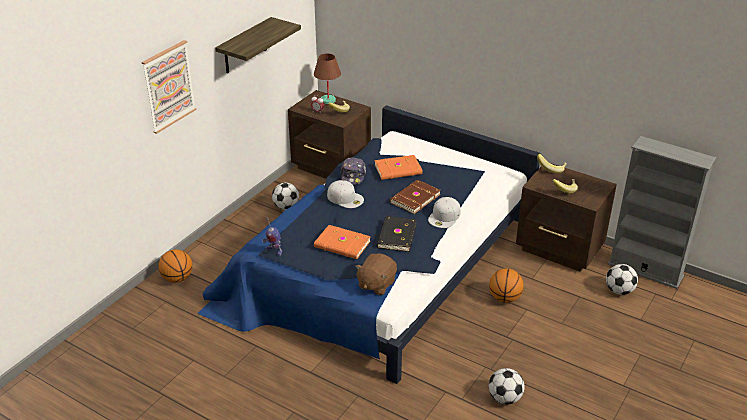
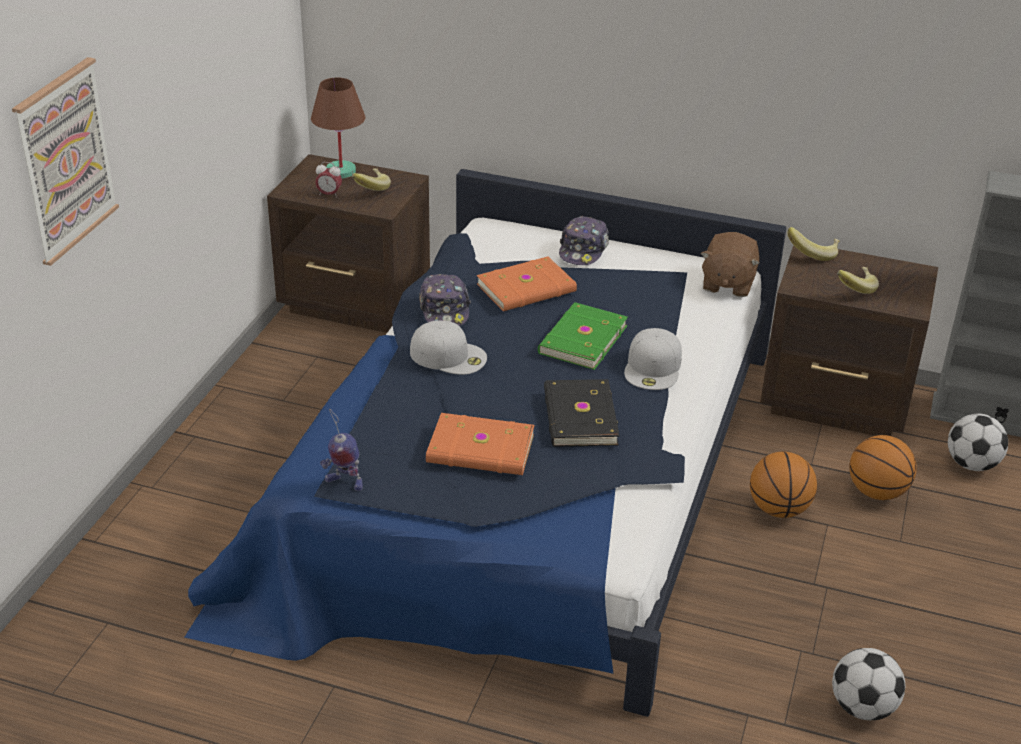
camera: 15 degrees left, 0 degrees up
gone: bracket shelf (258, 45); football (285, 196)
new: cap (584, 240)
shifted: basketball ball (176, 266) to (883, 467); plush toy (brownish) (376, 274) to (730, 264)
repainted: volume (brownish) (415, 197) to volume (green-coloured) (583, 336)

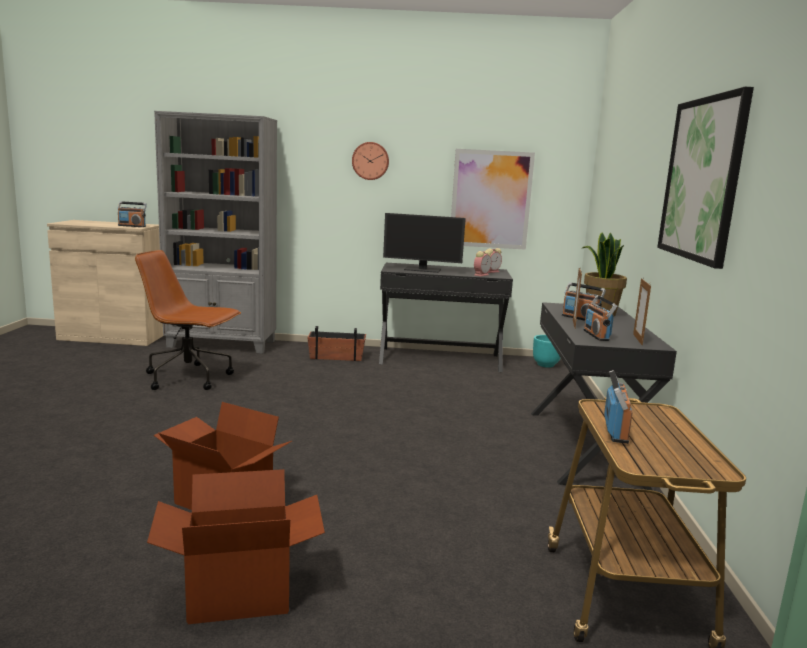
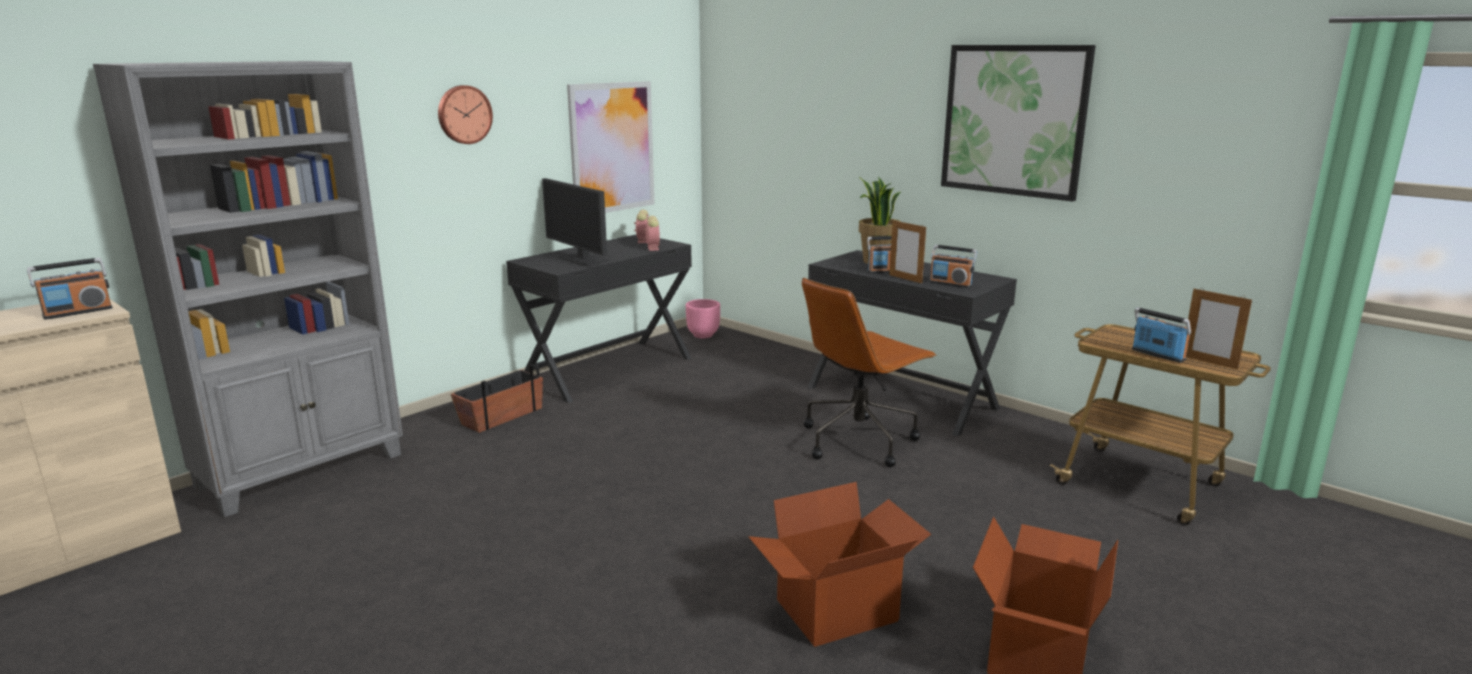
camera: 50 degrees left, 5 degrees up
shifted: office chair (brownish) (188, 320) to (869, 372); standing frame (642, 311) to (1219, 329)
repainted: planter (turquoise-coloured) (547, 351) to planter (pinkish) (703, 318)
rotated: computer screen (424, 243) = (575, 222) 90 degrees clockwise

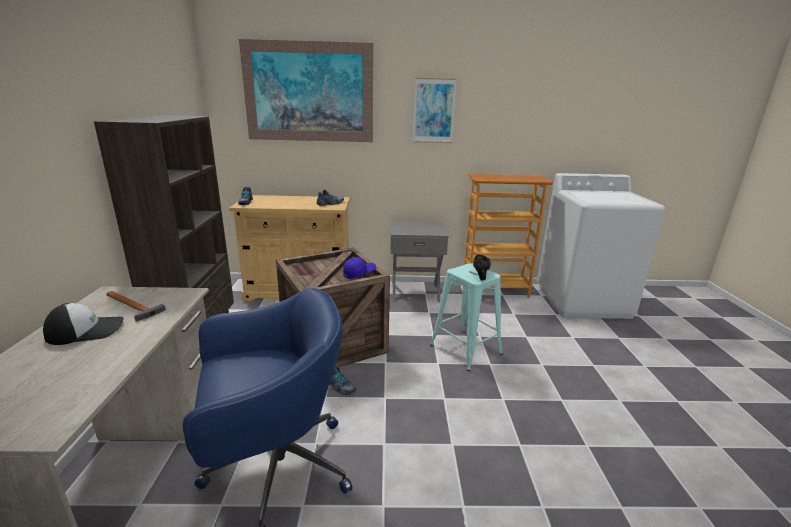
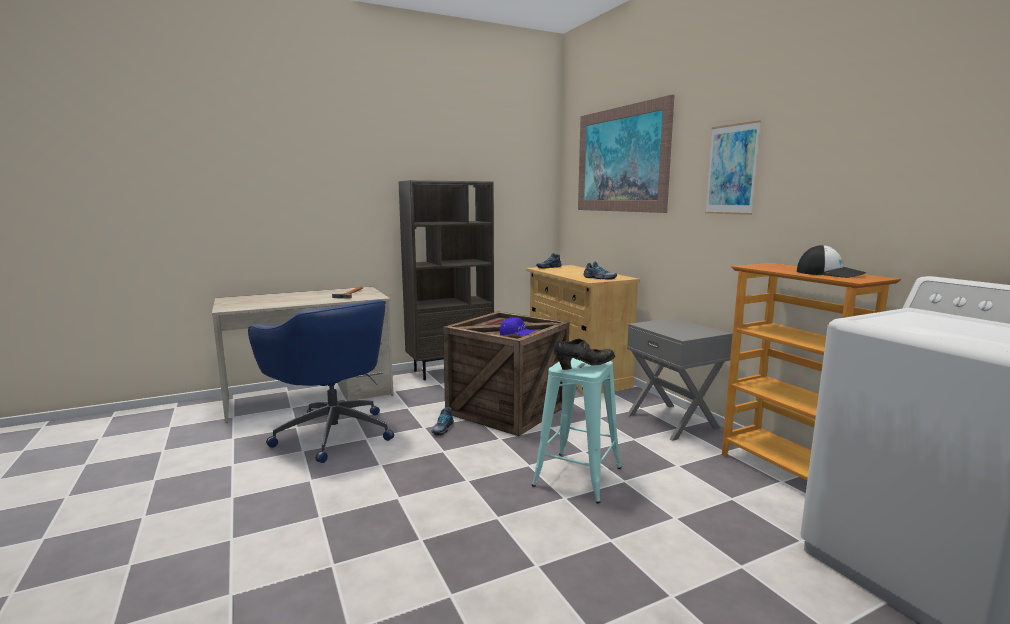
camera: 65 degrees right, 10 degrees down
shifted: cap (83, 324) to (831, 261)

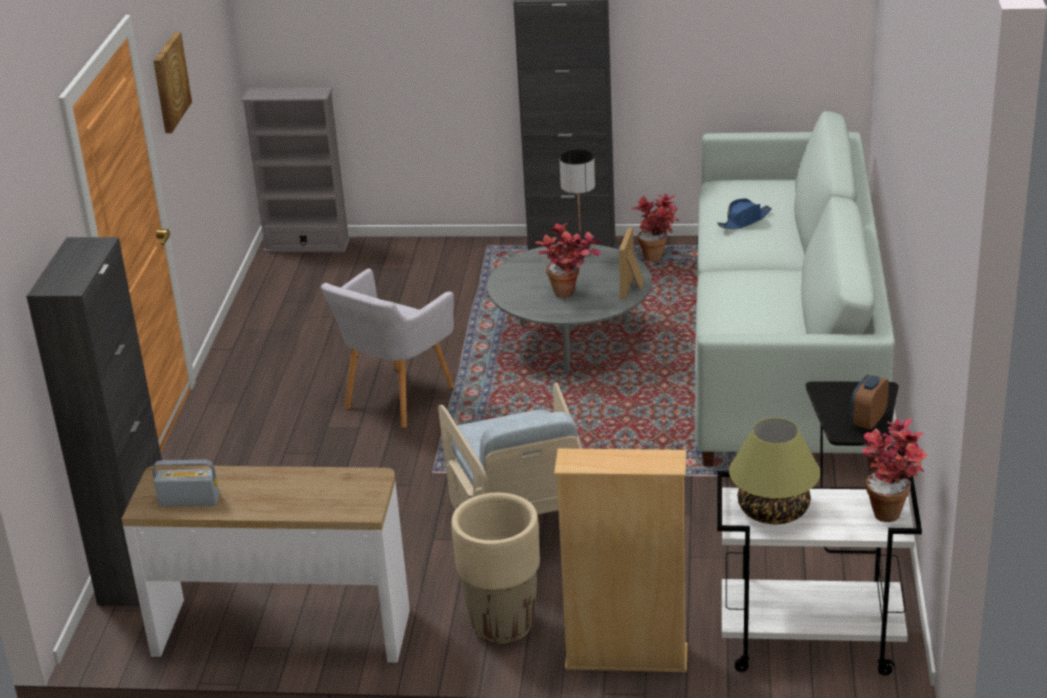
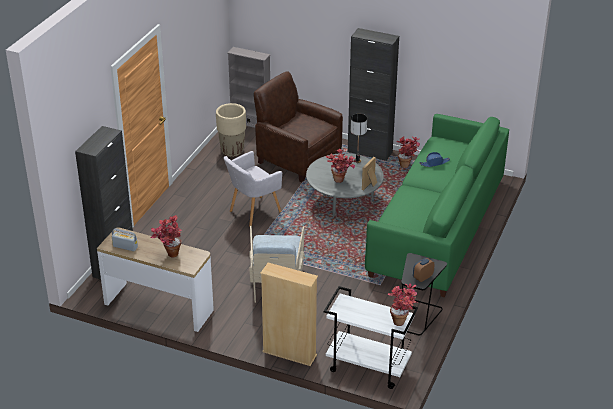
camera: 15 degrees right, 5 degrees up
gone: picture (172, 82); table lamp (774, 471)
new: houseplant (166, 236); easy chair (brownish) (298, 126)
shifted: planter (beige-coloured) (495, 568) to (231, 130)
repainted: sofa (whitish) (794, 290) to sofa (green-coloured) (437, 205)

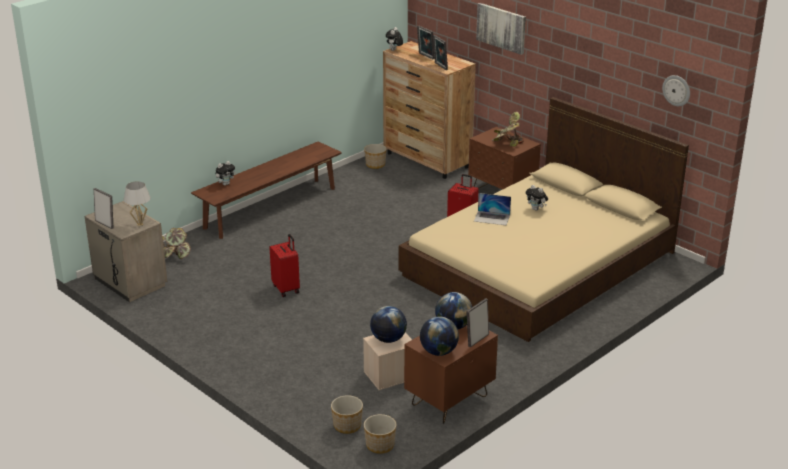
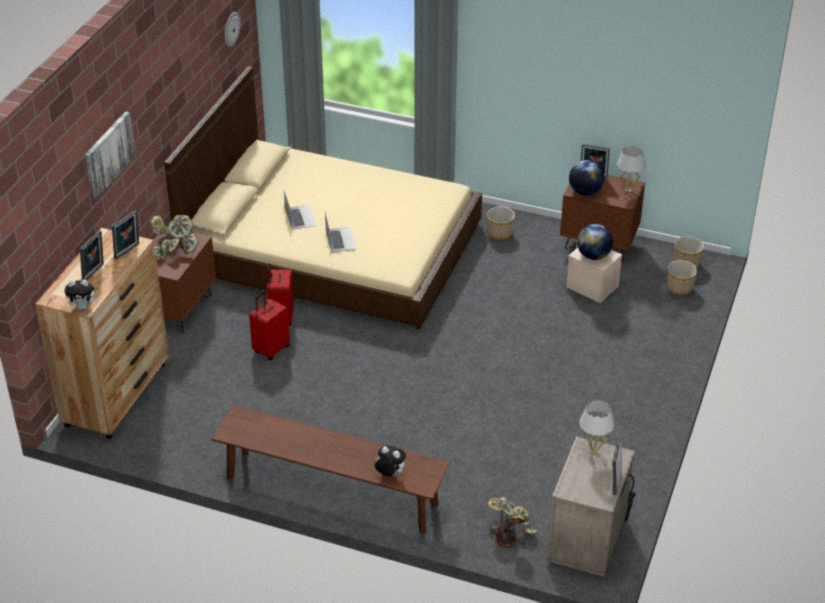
camera: 115 degrees left, 10 degrees up
shifted: piece of luggage (reddish) (284, 265) to (269, 326); planter (375, 156) to (501, 223)
swapped: world globe (439, 336) to table lamp (whitish) (631, 169); plush toy (537, 198) to notebook computer (300, 210)

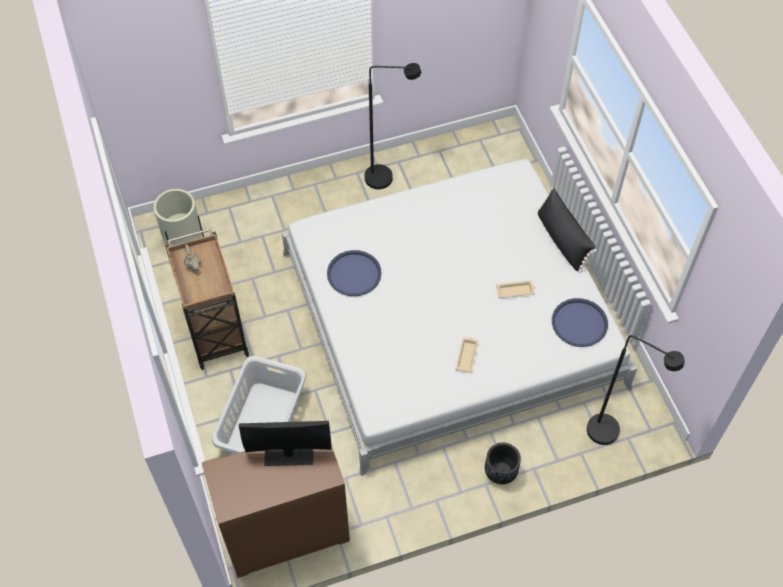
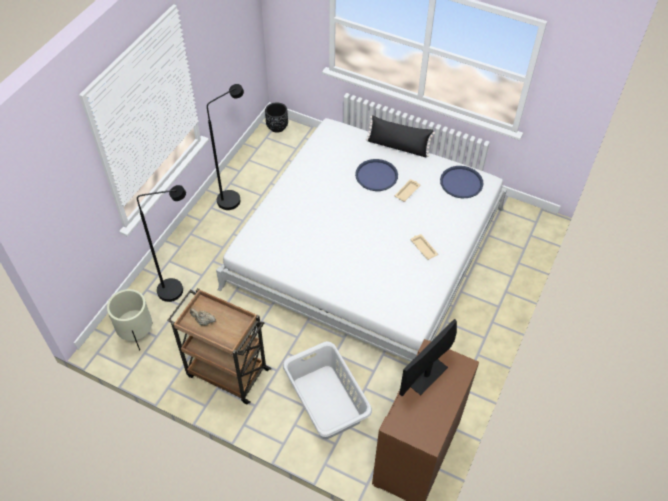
camera: 45 degrees left, 5 degrees down
shifted: serving tray (blue-coloured) (354, 273) to (376, 175); planter (blackish) (503, 463) to (276, 118); standing lamp (blackish) (636, 390) to (161, 243)

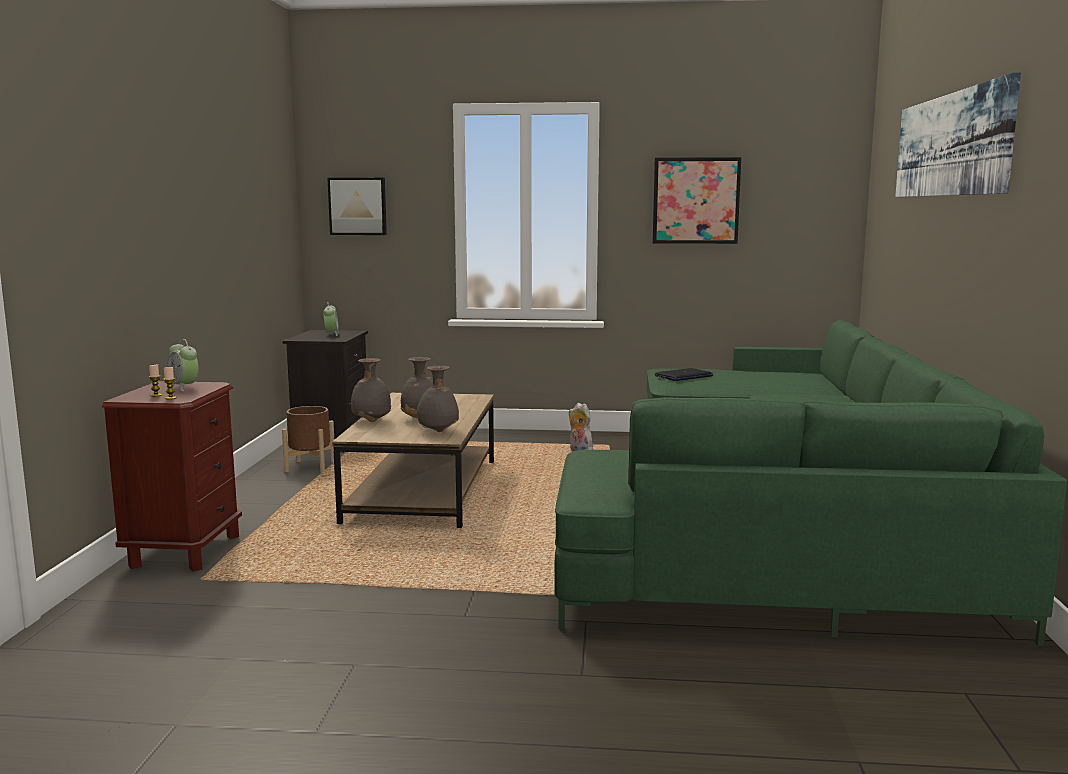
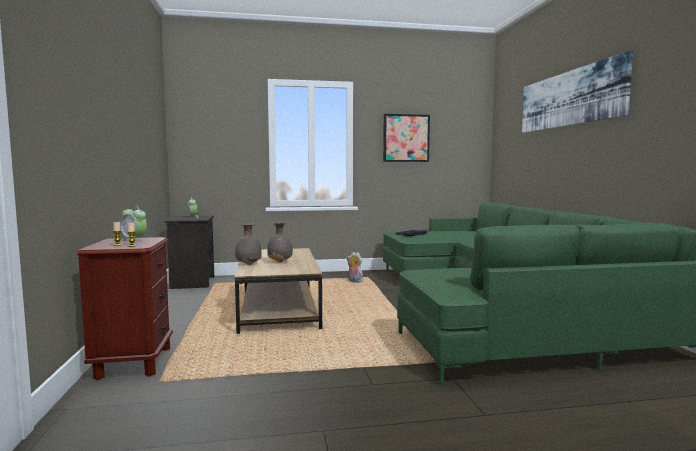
camera: 15 degrees left, 5 degrees down
gone: planter (brownish) (308, 439); picture (357, 206); flower vase (greyish) (438, 399)

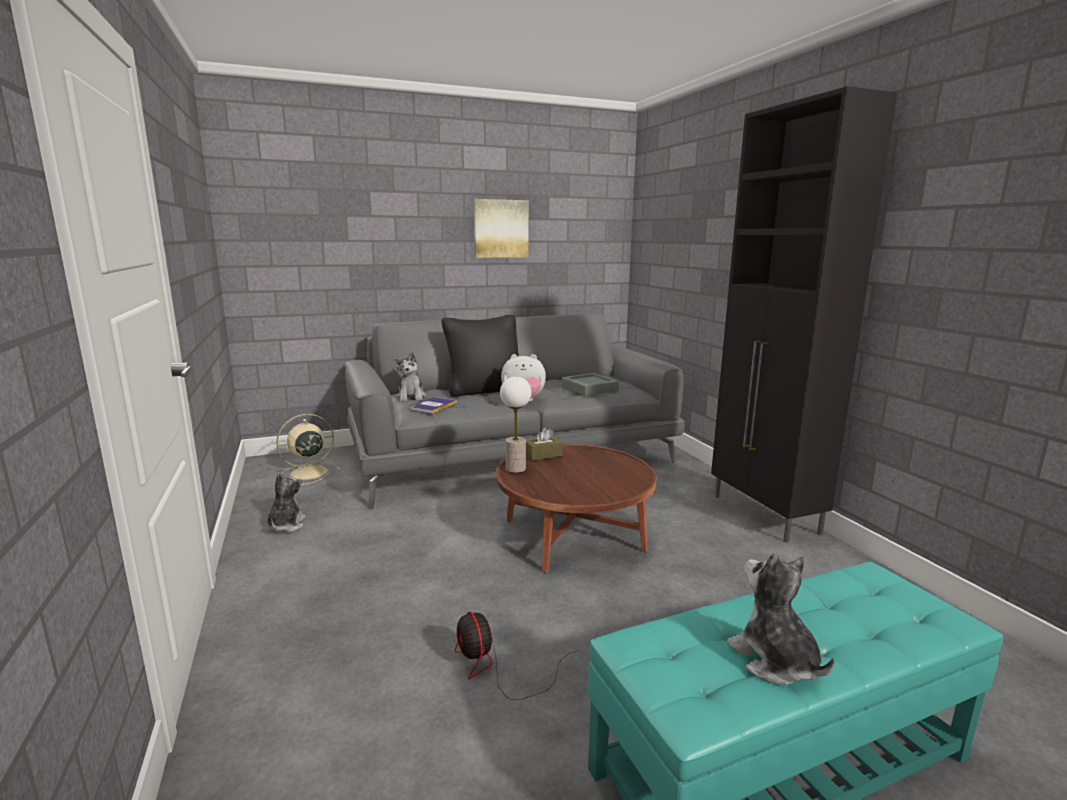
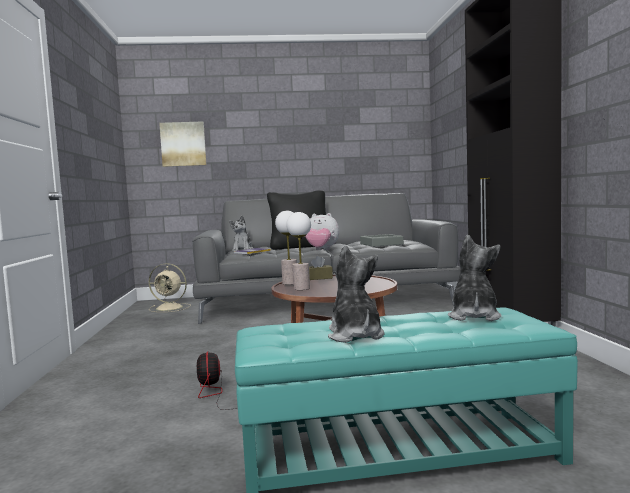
camera: 15 degrees right, 10 degrees down
new: table lamp (298, 251)
shifted: plush toy (285, 502) to (475, 278); picture (501, 228) to (182, 144)
rotated: electric fan (beige-coloured) (308, 449) = (170, 287) 150 degrees counterclockwise

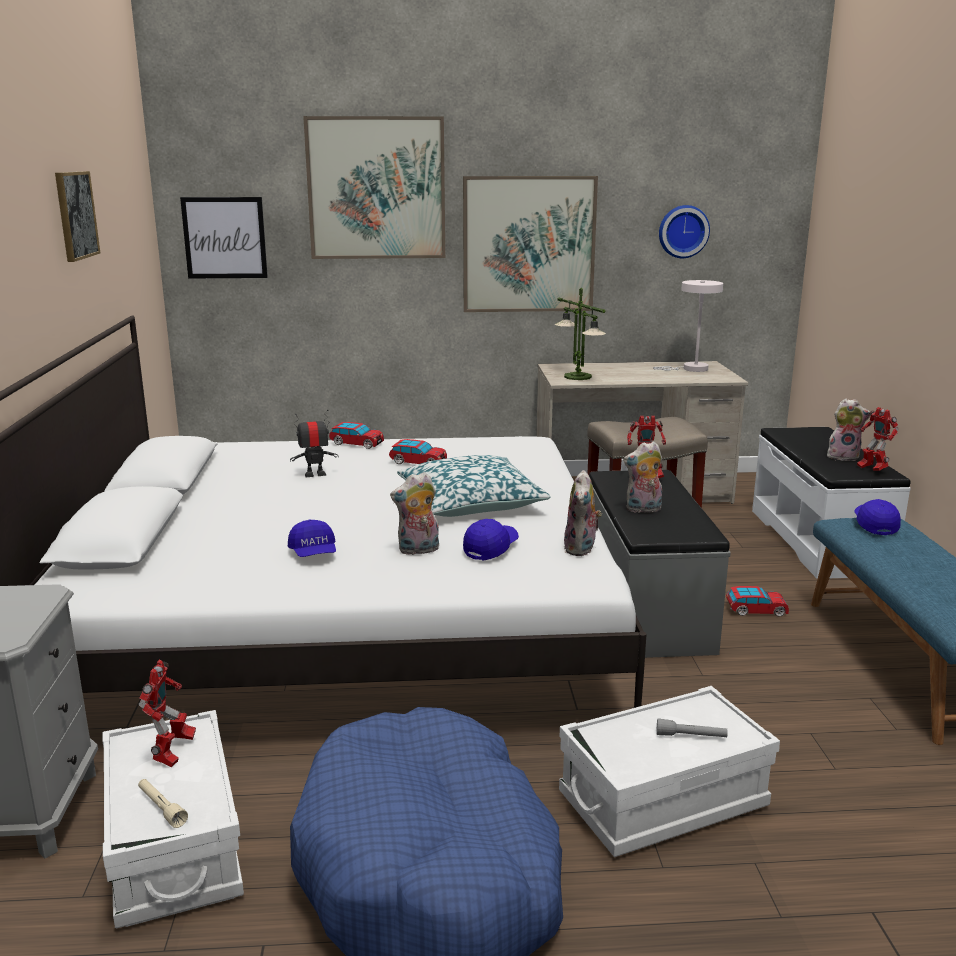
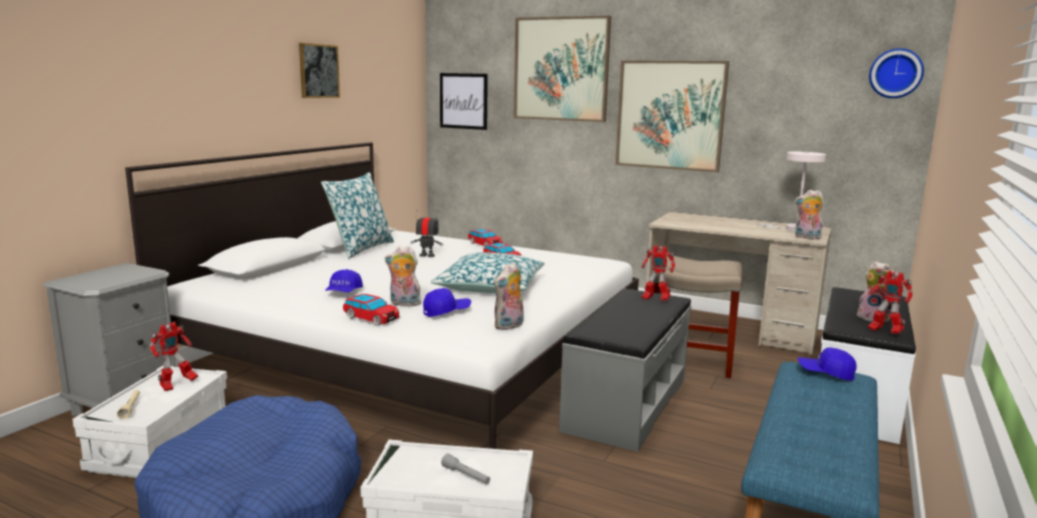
camera: 30 degrees right, 5 degrees down
gone: table lamp (580, 334)
new: throw pillow (357, 215)
shifted: plush toy (642, 477) to (809, 214); clock on the wall (684, 231) to (896, 73); miniature car (757, 601) to (371, 310)
rotated: cap (blue-coloured) (877, 517) = (827, 364) 105 degrees counterclockwise; robot figure (878, 439) = (890, 302) 45 degrees counterclockwise

